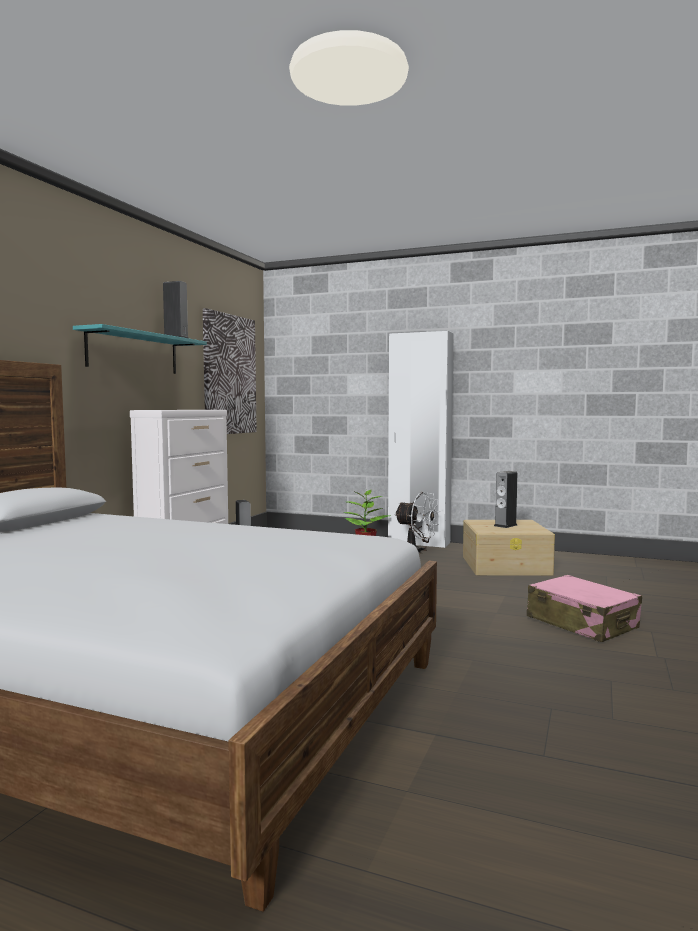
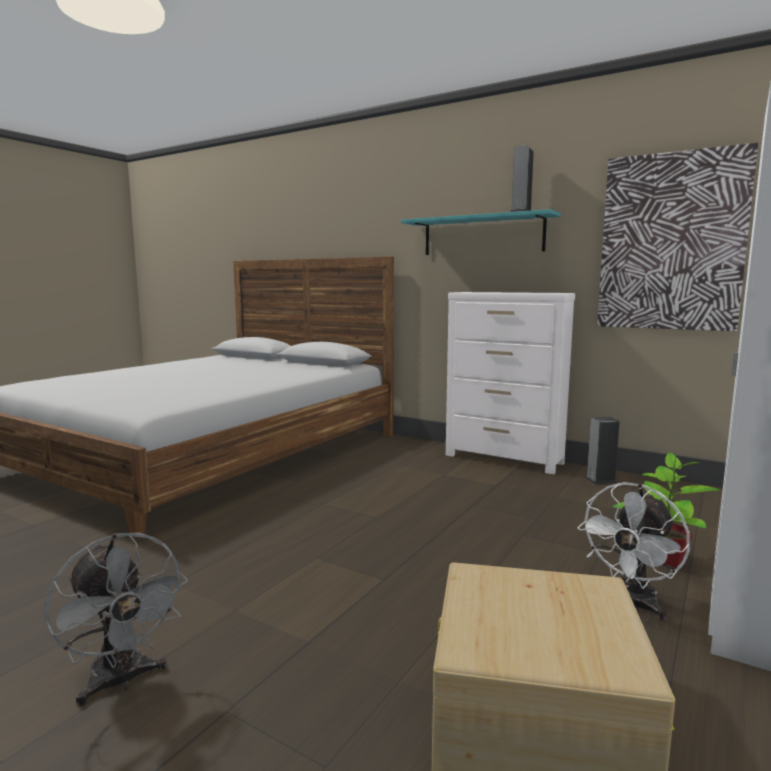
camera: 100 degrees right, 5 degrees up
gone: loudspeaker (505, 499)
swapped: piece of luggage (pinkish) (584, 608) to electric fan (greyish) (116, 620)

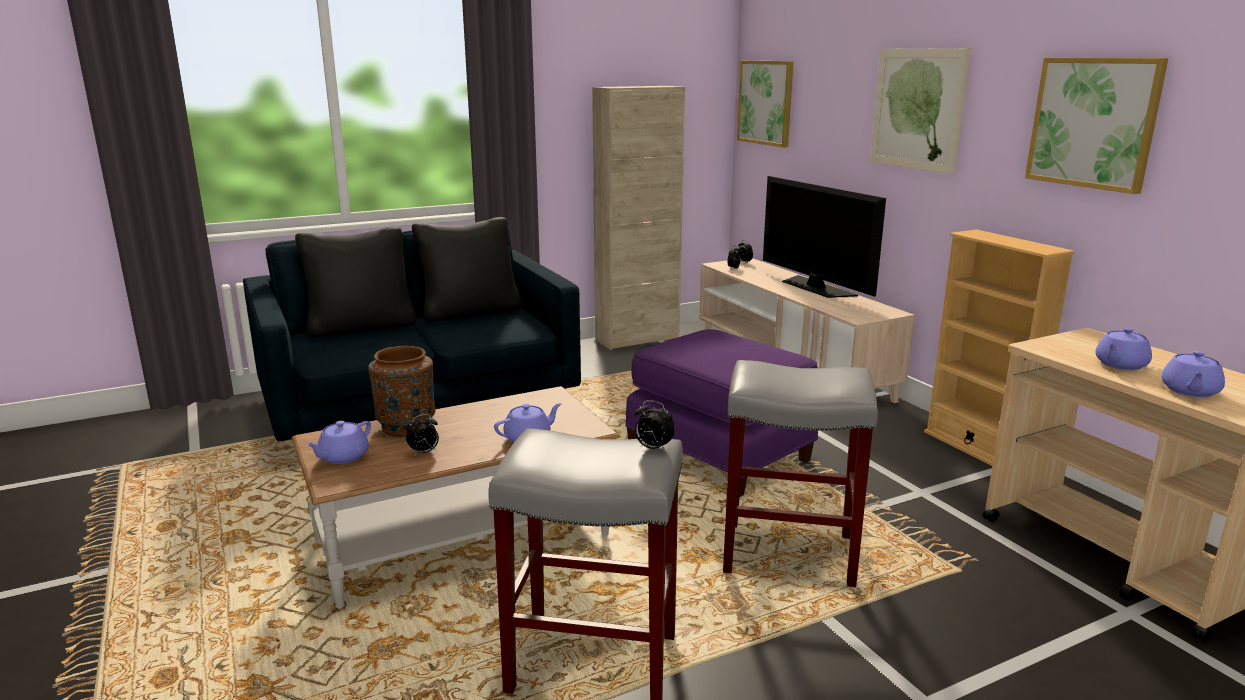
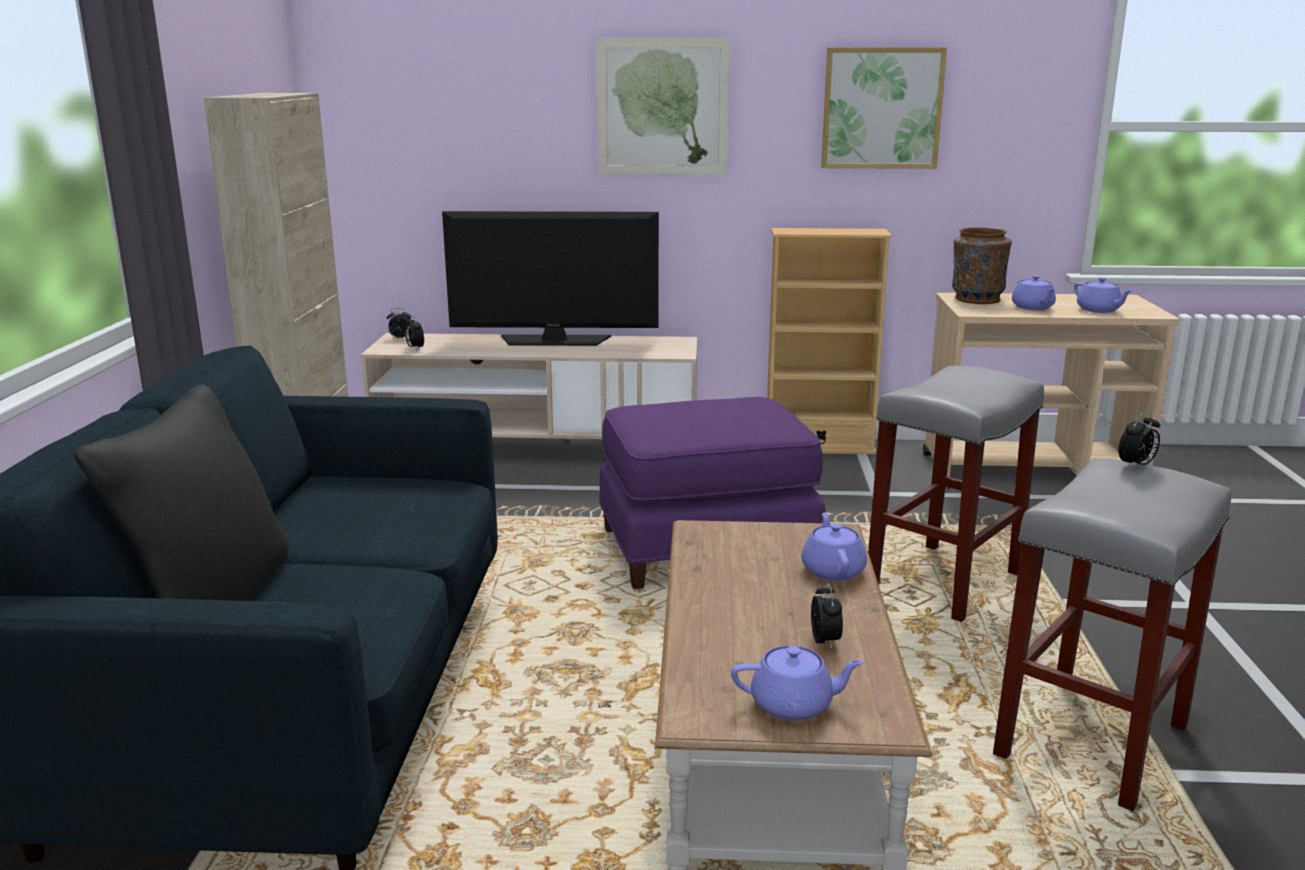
camera: 60 degrees left, 0 degrees up
gone: throw pillow (blackish) (466, 269); picture (765, 104)
shifted: flower vase (brownish) (401, 391) to (982, 265)
rotated: teapot (purple) (338, 442) = (797, 683) 60 degrees counterclockwise

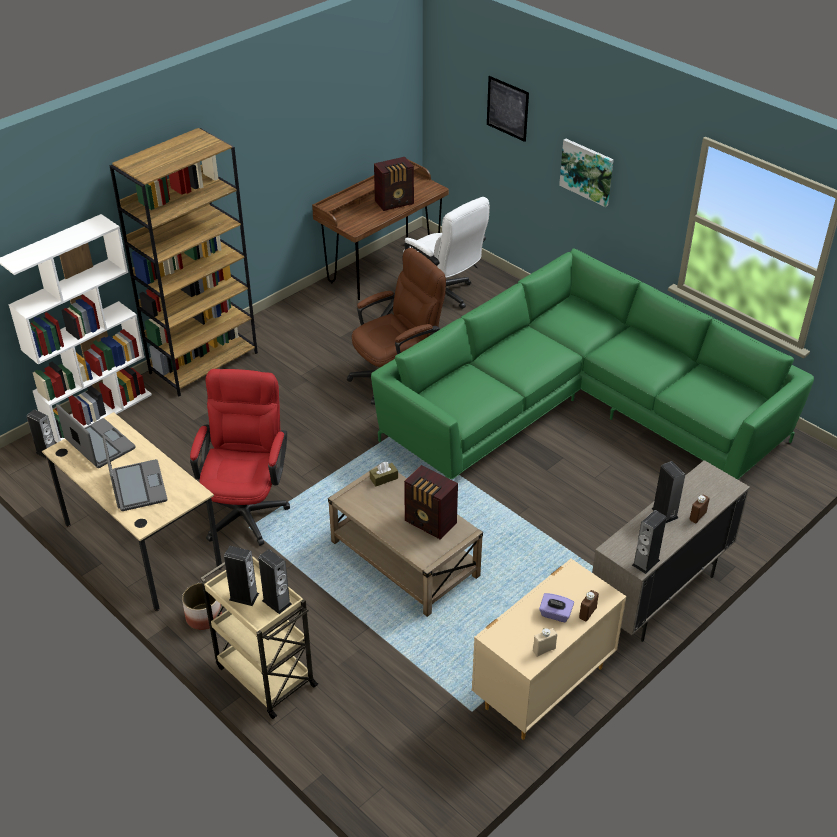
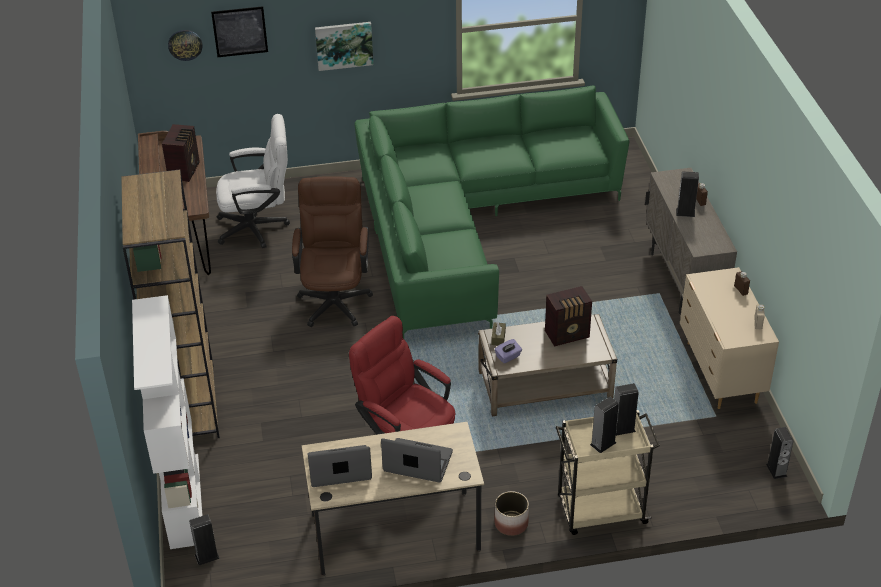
camera: 55 degrees left, 0 degrees up
new: clock on the wall (185, 45)
shifted: box of tissues (purple) (556, 607) to (508, 351); loudspeaker (649, 542) to (779, 453)

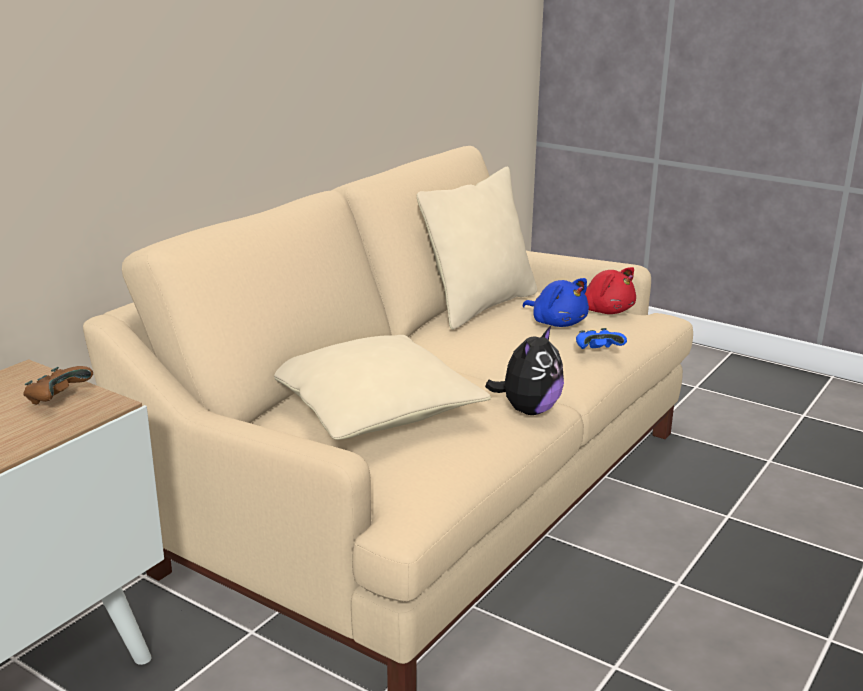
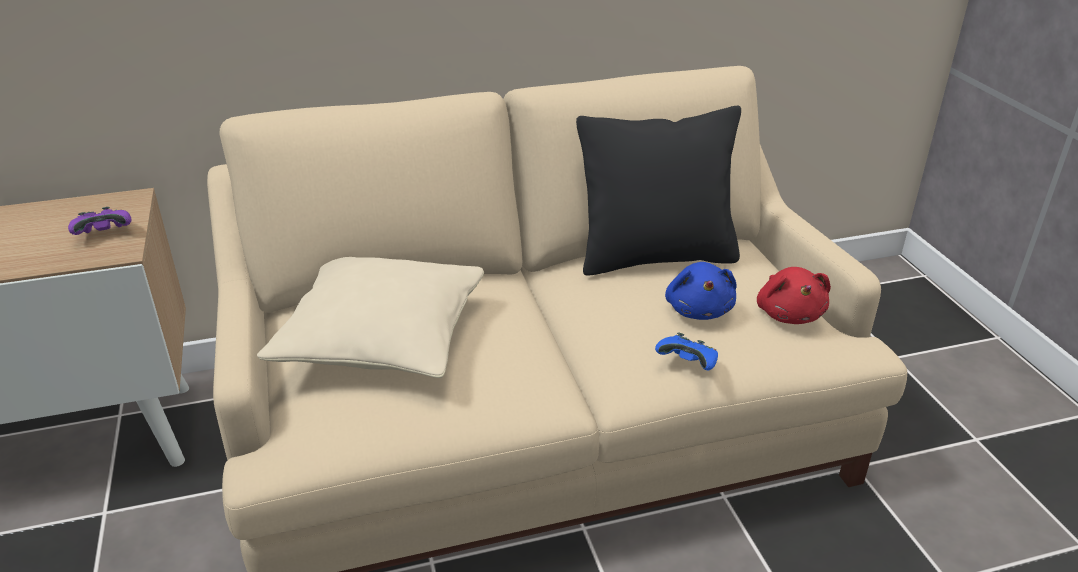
camera: 40 degrees right, 10 degrees up
gone: plush toy (524, 370)
repainted: gamepad (brownish) (58, 385) to gamepad (purple) (99, 221); throw pillow (beige-coloured) (477, 248) to throw pillow (blackish) (658, 191)

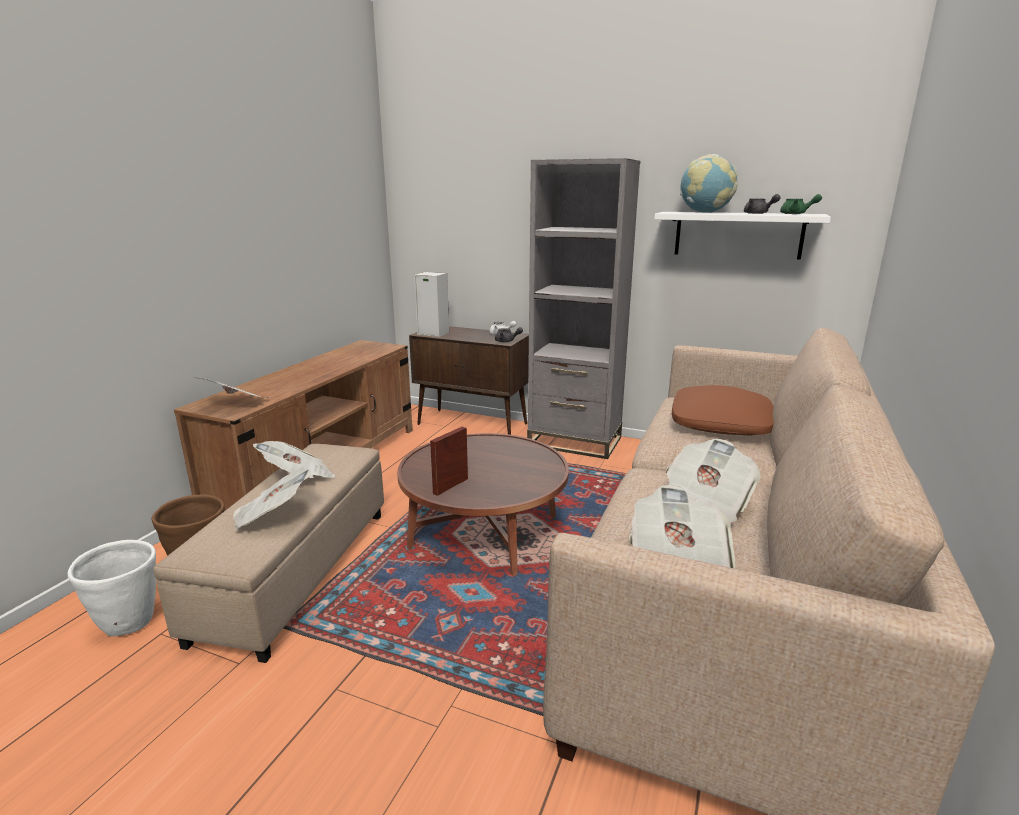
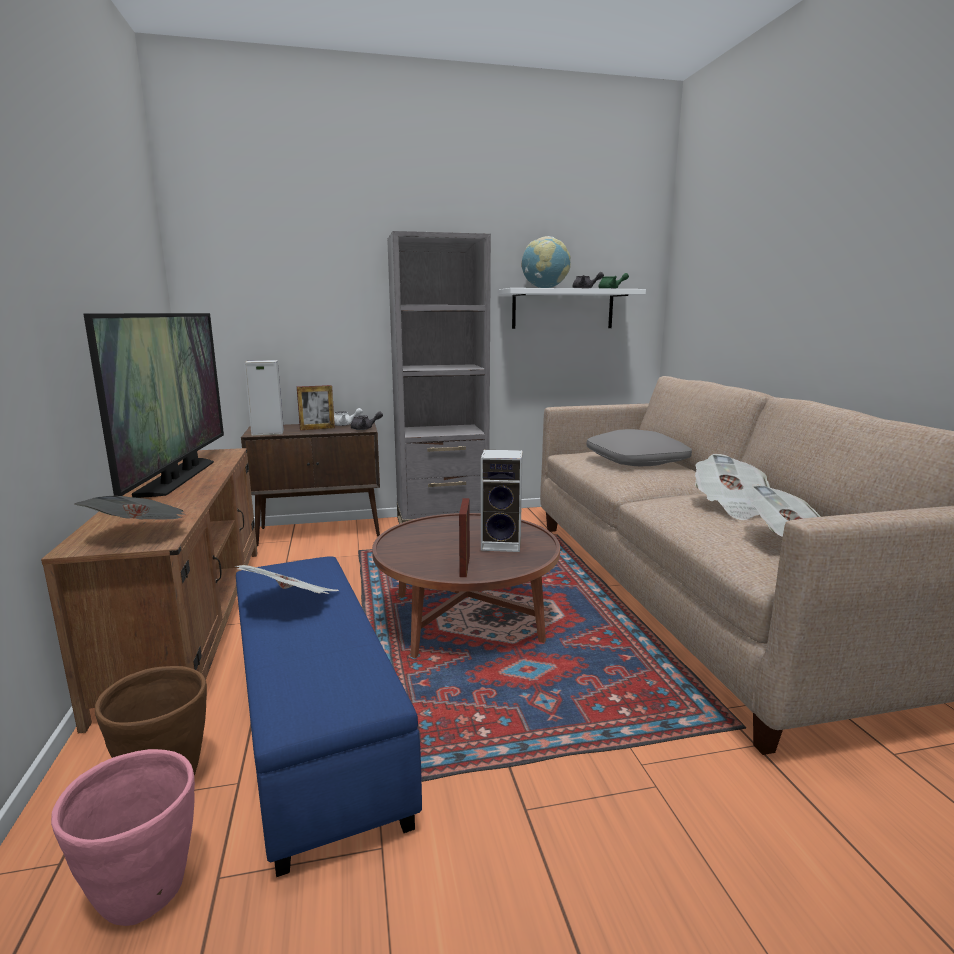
camera: 35 degrees left, 5 degrees down
gone: newspaper (271, 498)
new: TV set (153, 405); standing frame (316, 407); loudspeaker (502, 501)
repainted: planter (whitish) (112, 588) to planter (pinkish) (123, 837); ottoman (beige-coloured) (268, 553) to ottoman (blue-coloured) (329, 717); throw pillow (brownish) (723, 410) to throw pillow (greyish) (639, 447)

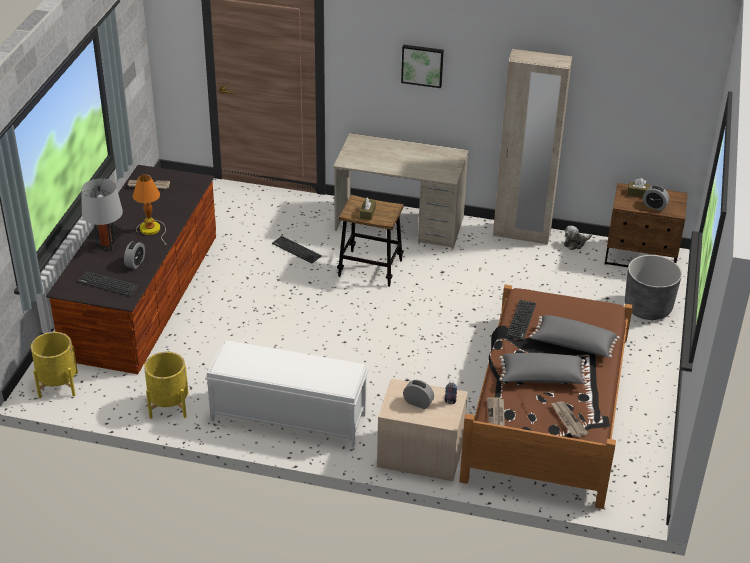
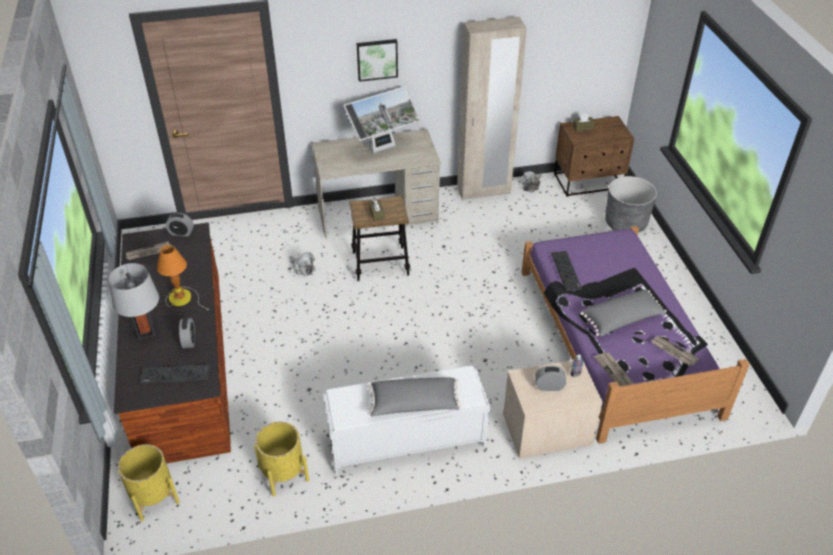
camera: 25 degrees left, 5 degrees up
new: computer screen (382, 120)
shifted: throw pillow (greyish) (574, 336) to (415, 396); table clock (656, 198) to (180, 225)
swapped: computer keyboard (297, 249) to plush toy (302, 264)
repainted: bedroom bed (brownish) (546, 397) to bedroom bed (purple) (636, 335)

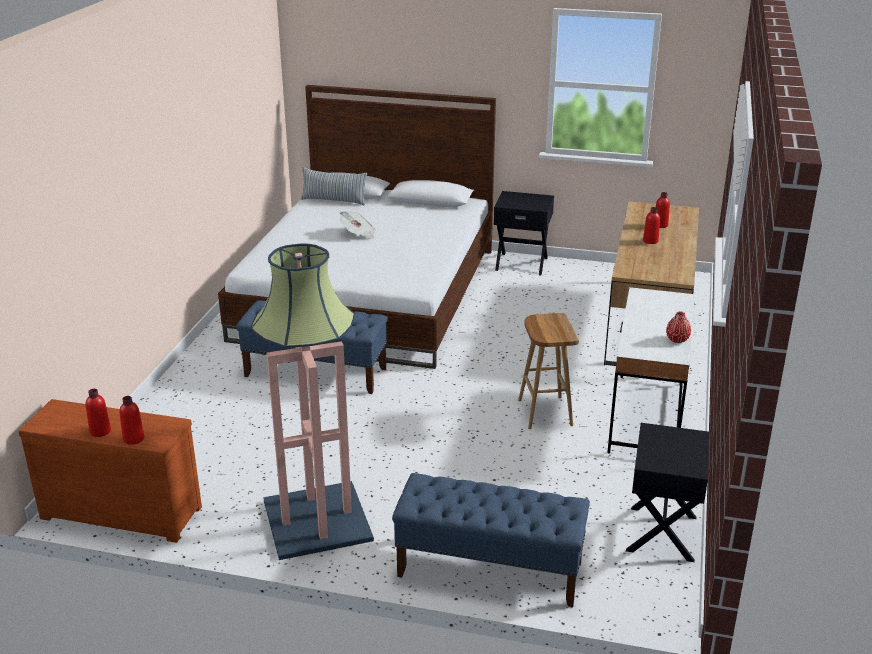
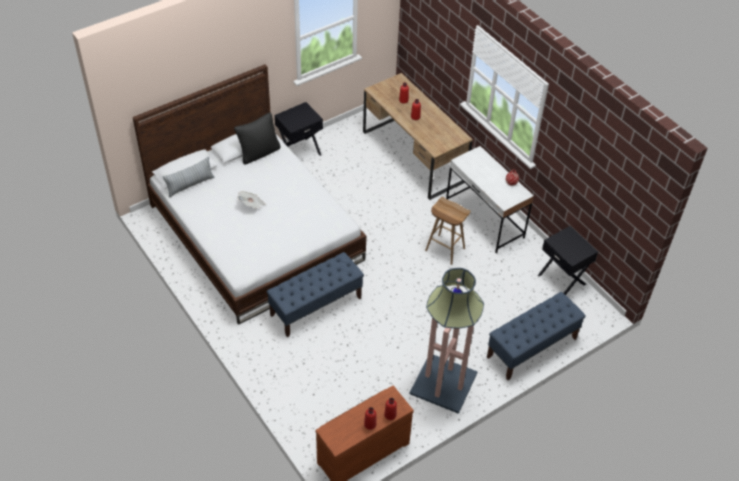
camera: 50 degrees left, 20 degrees up
new: throw pillow (blackish) (257, 138)

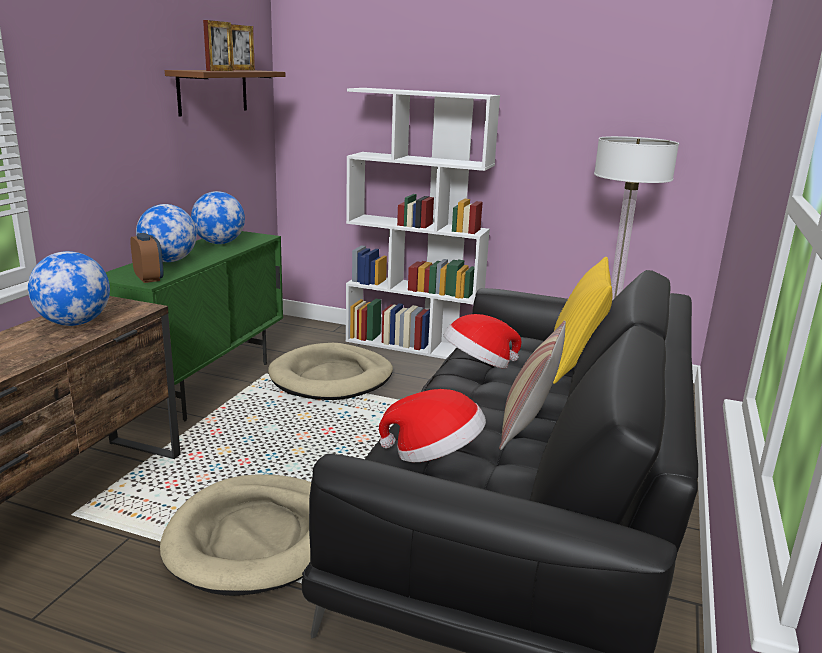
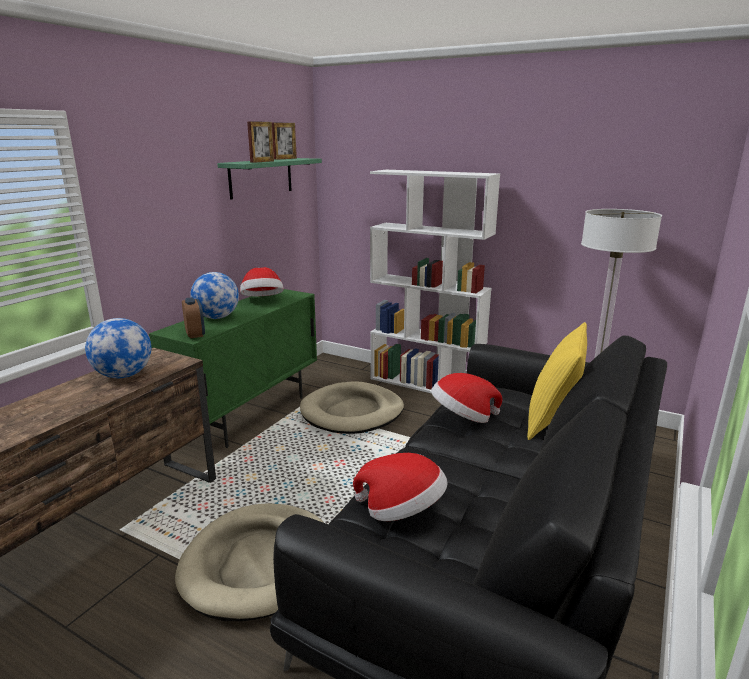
camera: 10 degrees right, 0 degrees up
gone: throw pillow (532, 385)
swapped: world globe (218, 217) to clothing hat (262, 281)
repainted: bracket shelf (brownish) (225, 93) to bracket shelf (green-coloured) (269, 179)

